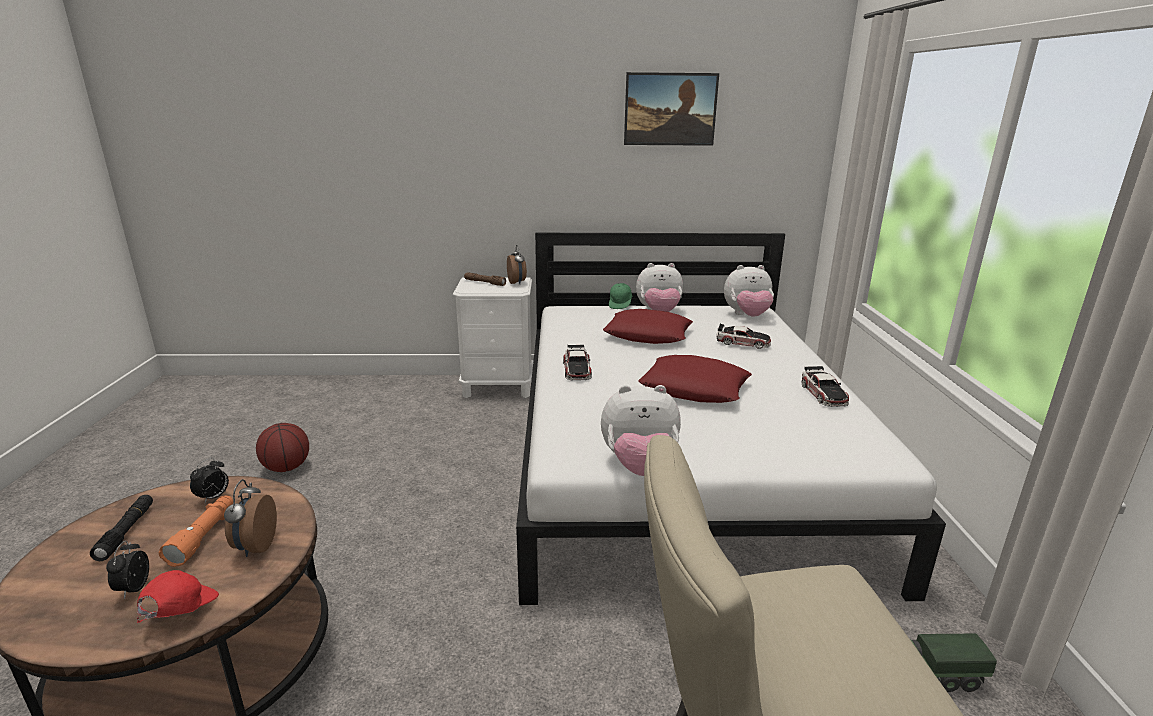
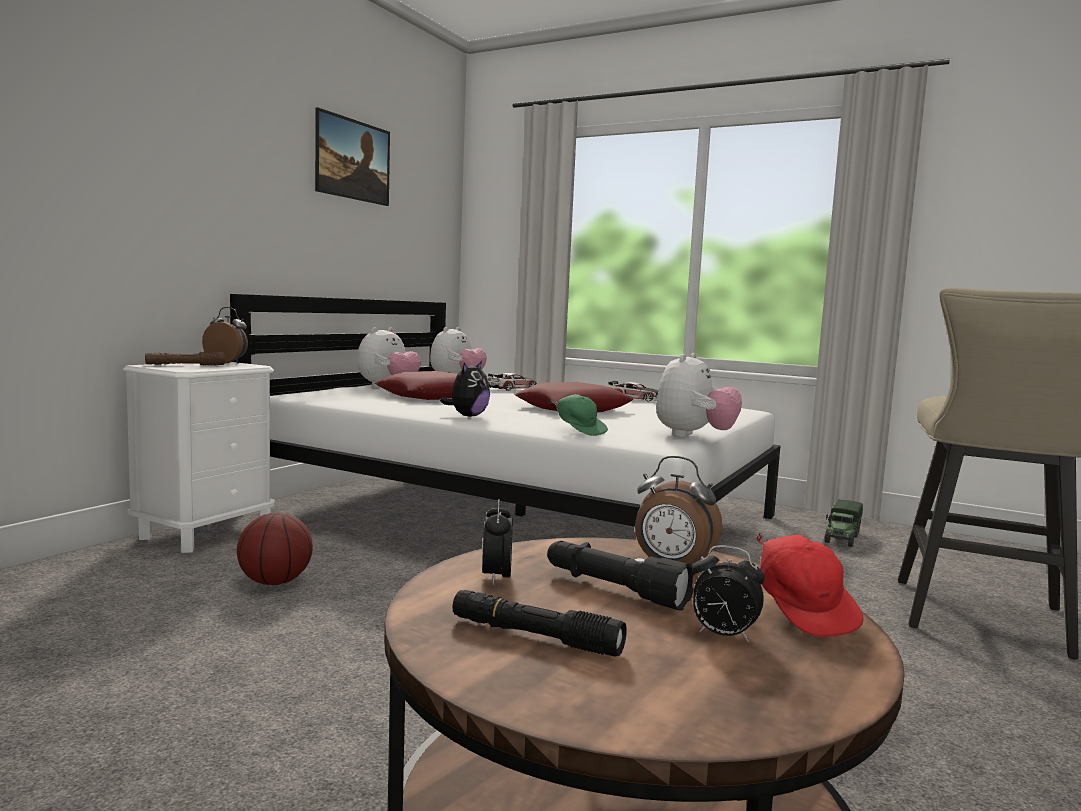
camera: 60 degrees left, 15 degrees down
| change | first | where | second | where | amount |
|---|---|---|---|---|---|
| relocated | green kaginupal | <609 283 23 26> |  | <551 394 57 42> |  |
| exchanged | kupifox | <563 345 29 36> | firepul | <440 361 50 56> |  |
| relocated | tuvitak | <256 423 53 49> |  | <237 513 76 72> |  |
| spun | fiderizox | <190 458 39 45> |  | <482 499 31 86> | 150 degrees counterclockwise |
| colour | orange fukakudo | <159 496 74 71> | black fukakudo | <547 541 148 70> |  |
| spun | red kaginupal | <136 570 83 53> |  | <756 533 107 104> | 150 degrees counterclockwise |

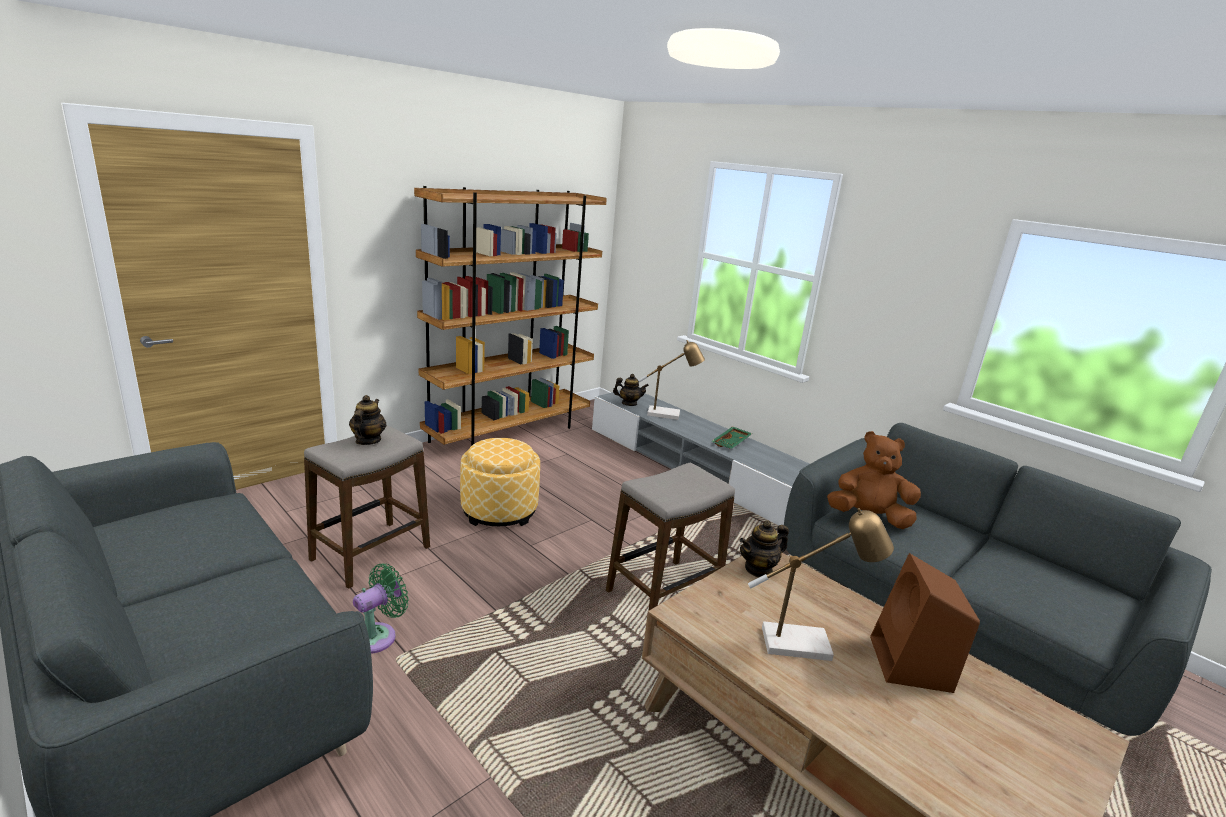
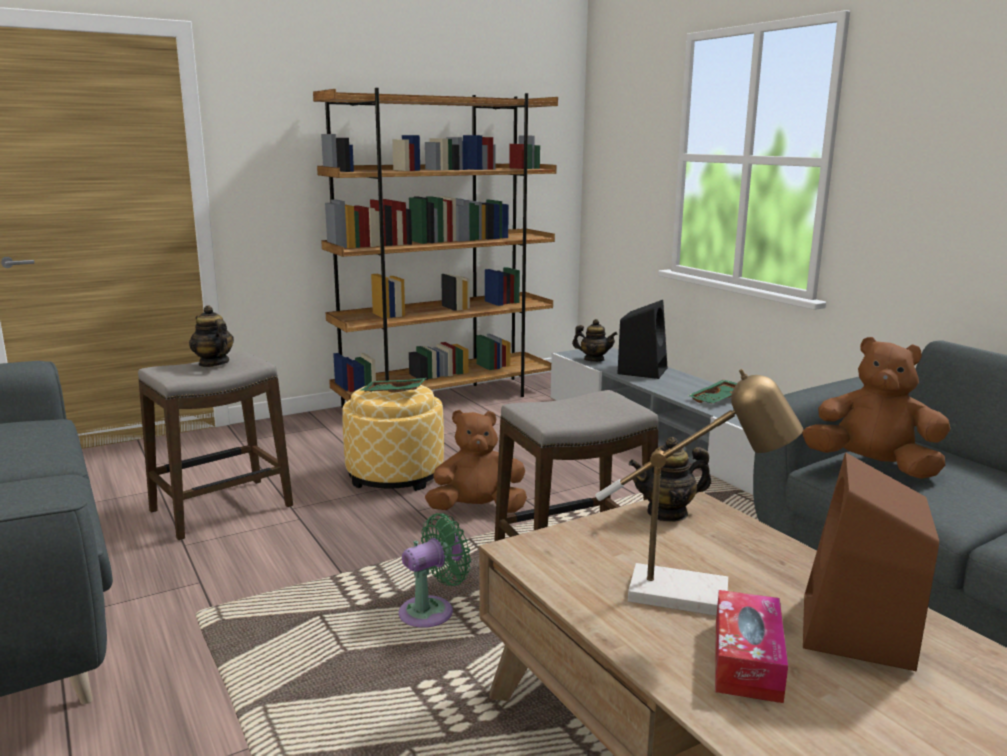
camera: 15 degrees right, 5 degrees down
| change | first | where | second | where | amount |
|---|---|---|---|---|---|
| exchanged | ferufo | <638 340 67 80> | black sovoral | <617 300 50 79> |  |
| spun | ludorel | <349 395 38 50> |  | <189 305 45 62> | 60 degrees counterclockwise |
| relocated | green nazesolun | <353 563 56 91> |  | <399 513 72 115> |  |
| appeared |  |  | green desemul | <359 378 68 15> |  |
| appeared |  |  | brown firepul | <425 410 102 103> |  |
| appeared |  |  | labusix | <715 590 73 113> |  |

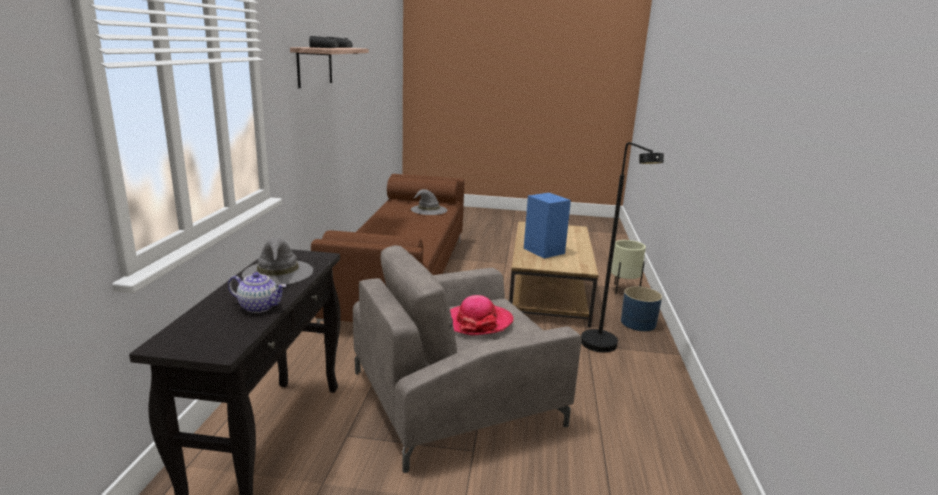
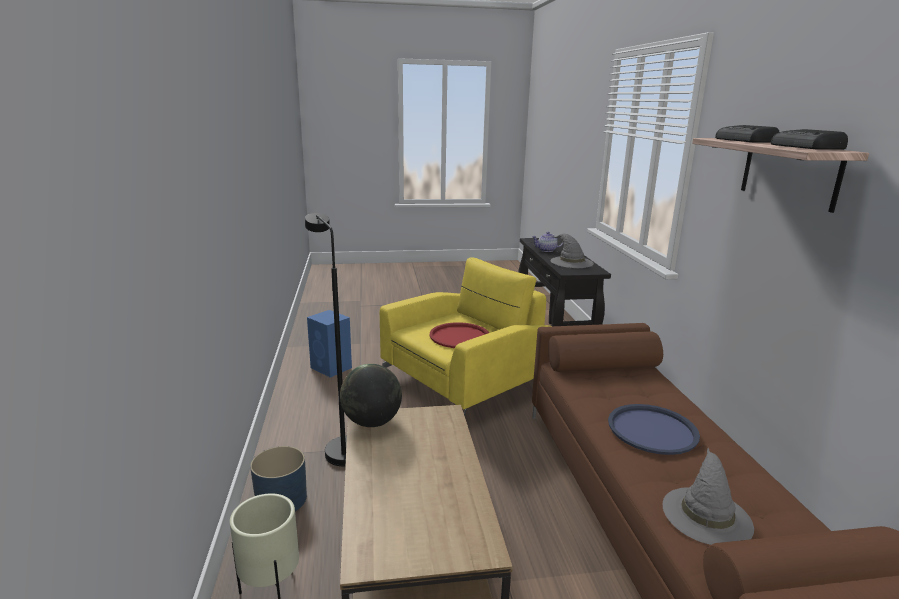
camera: 165 degrees right, 0 degrees up
| change | first | where | second | where | amount |
|---|---|---|---|---|---|
| relocated | blue sovoral | <524 193 47 66> |  | <307 310 45 68> |  |
| colour | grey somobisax | <353 245 228 228> | yellow somobisax | <380 258 171 158> |  |
| exchanged | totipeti | <450 295 64 41> | red desemul | <430 322 59 26> |  |
| appeared |  |  | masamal | <340 364 62 63> |  |
| appeared |  |  | blue desemul | <608 404 92 51> |  |

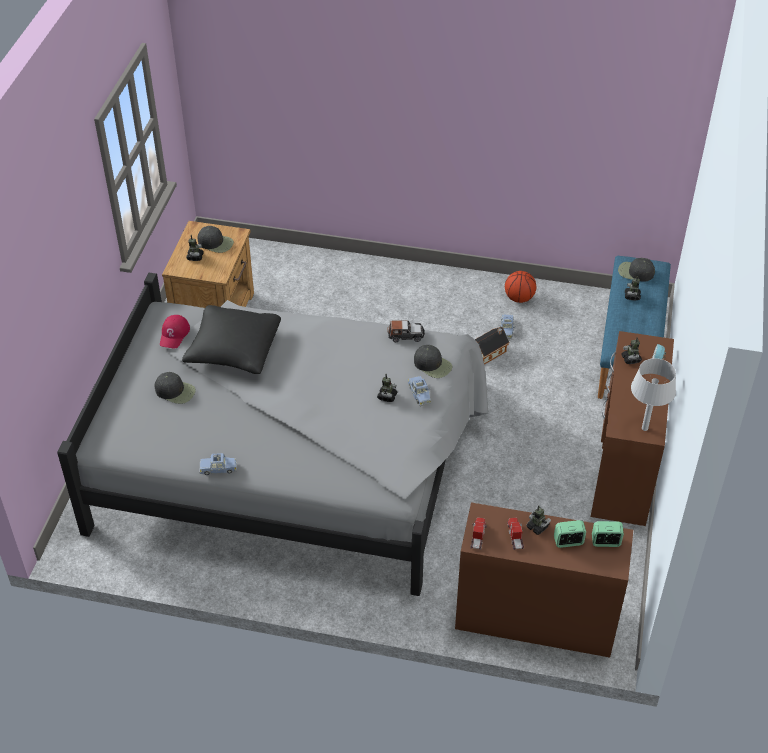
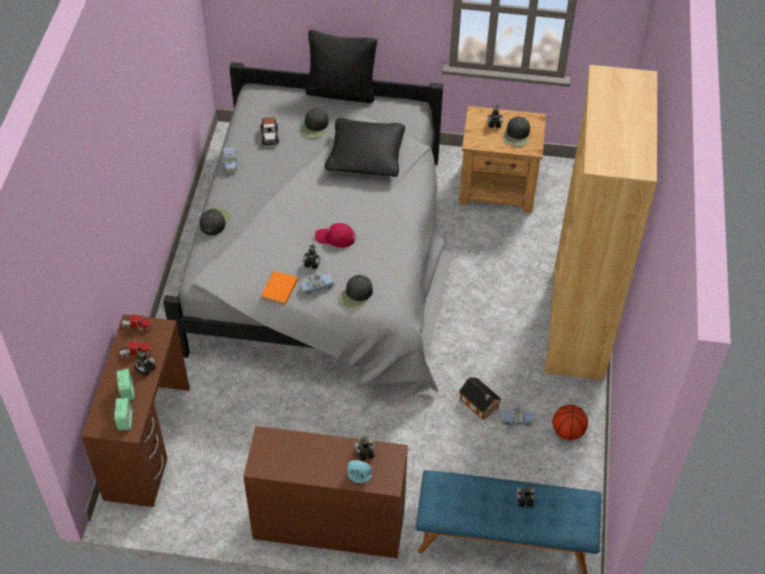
camera: 85 degrees right, 5 degrees up
| change | first | where | second | where | amount |
|---|---|---|---|---|---|
| relocated | black kaginupal | <618 258 37 24> |  | <200 207 30 28> |  |
| relocated | red kaginupal | <160 315 30 34> |  | <315 223 41 25> |  |
| relocated | kupifox | <387 320 38 22> |  | <261 117 18 29> |  |
| missing | grey ferufo | <631 358 45 73> |  |  |  |
| appeared |  |  | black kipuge | <306 30 71 73> |  |
| appeared |  |  | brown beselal | <544 65 113 315> |  |
| appeared |  |  | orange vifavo | <261 271 37 34> |  |

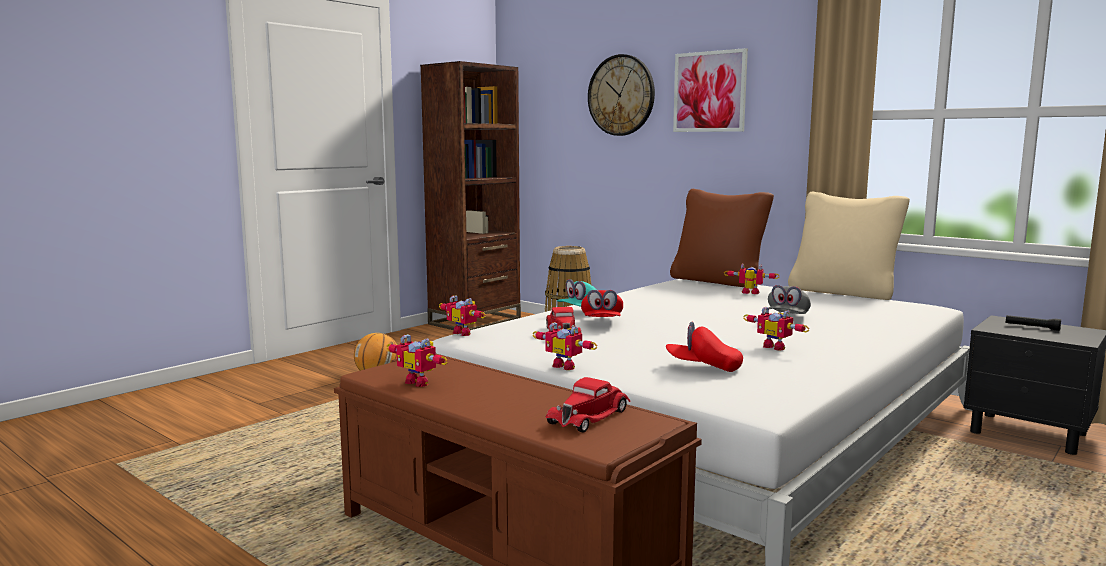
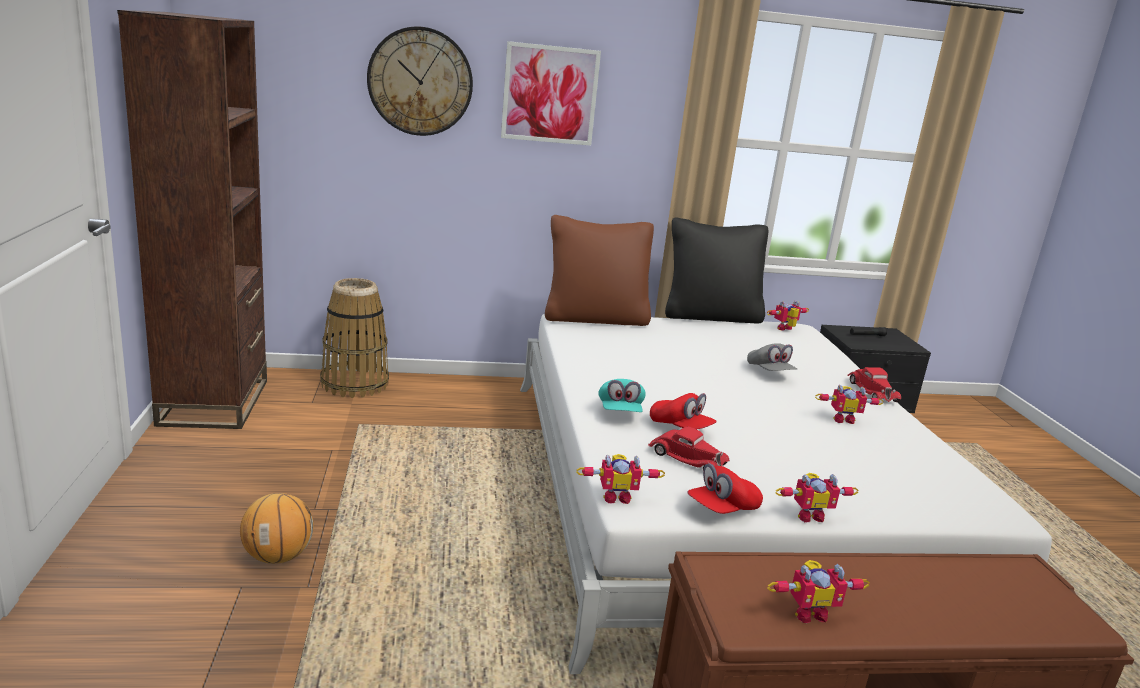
camera: 50 degrees left, 10 degrees up
| change | first | where | second | where | amount |
|---|---|---|---|---|---|
| colour | beige kipuge | <788 192 122 108> | black kipuge | <665 217 103 106> |  |
| relocated | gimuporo | <724 263 56 31> |  | <767 300 42 31> |  |
| relocated | red kaginupal | <666 322 77 50> |  | <687 463 76 51> |  |
| relocated | red kupifox | <546 377 85 56> |  | <847 367 54 35> |  |

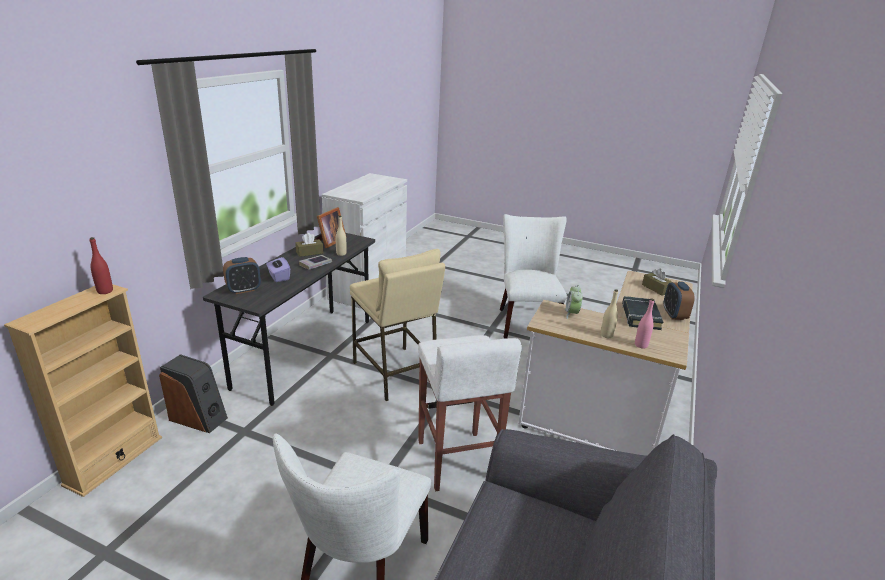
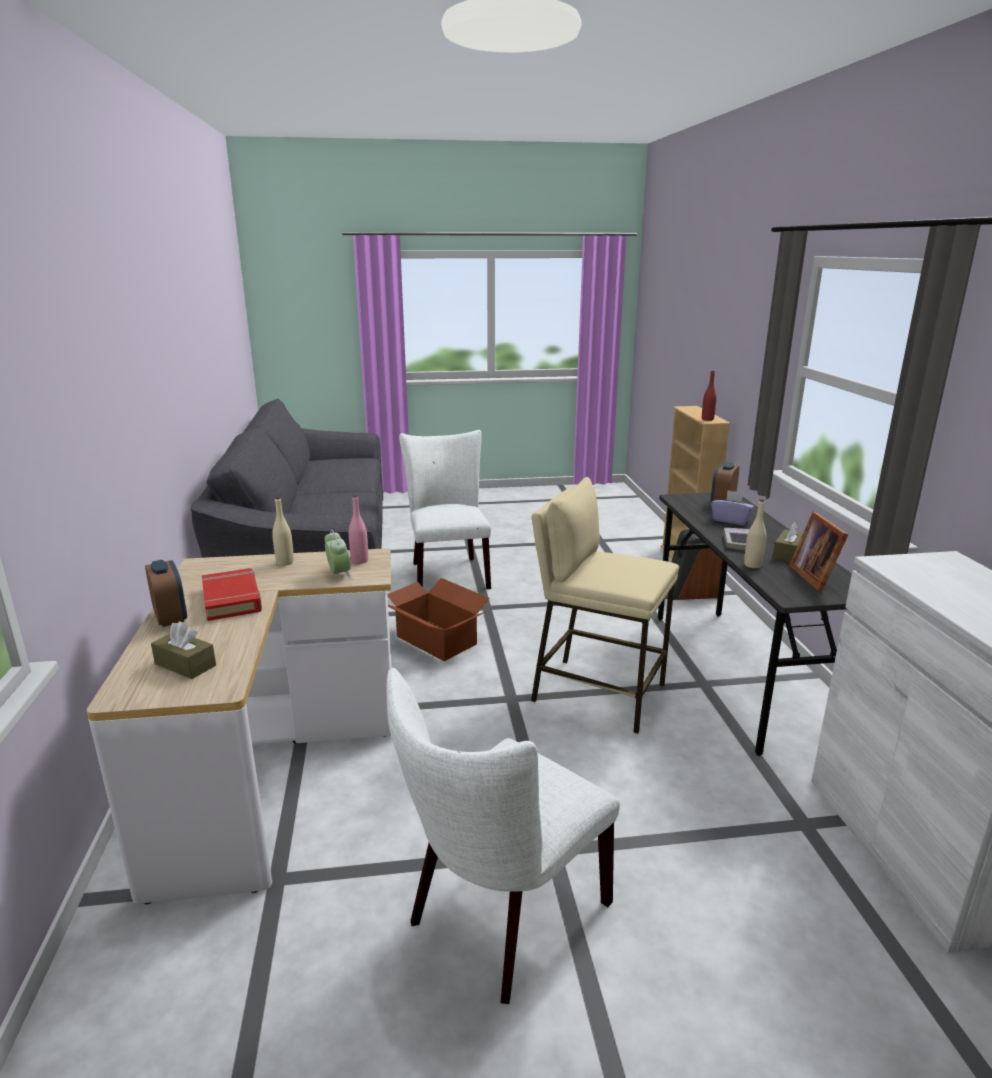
camera: 150 degrees right, 5 degrees down
| change | first | where | second | where | amount |
|---|---|---|---|---|---|
| spun | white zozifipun | <500 214 67 125> |  | <387 668 233 336> | 75 degrees clockwise |
| colour | black vifavo | <622 296 41 34> | red vifavo | <202 568 60 53> |  |
| relocated | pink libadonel | <635 299 19 50> |  | <349 495 19 69> |  |
| exchanged | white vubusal | <418 335 104 156> | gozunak | <387 578 102 83> |  |

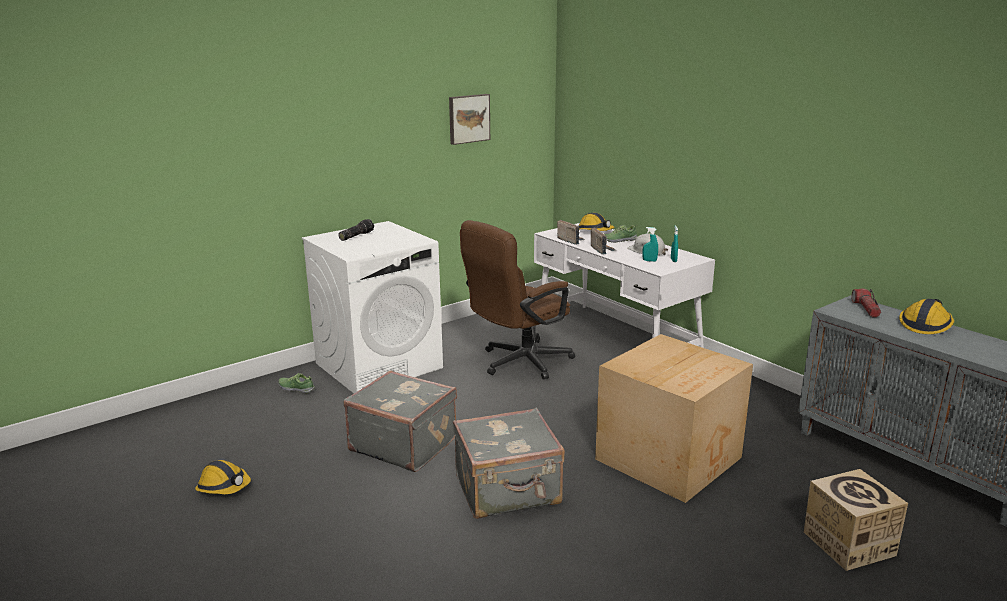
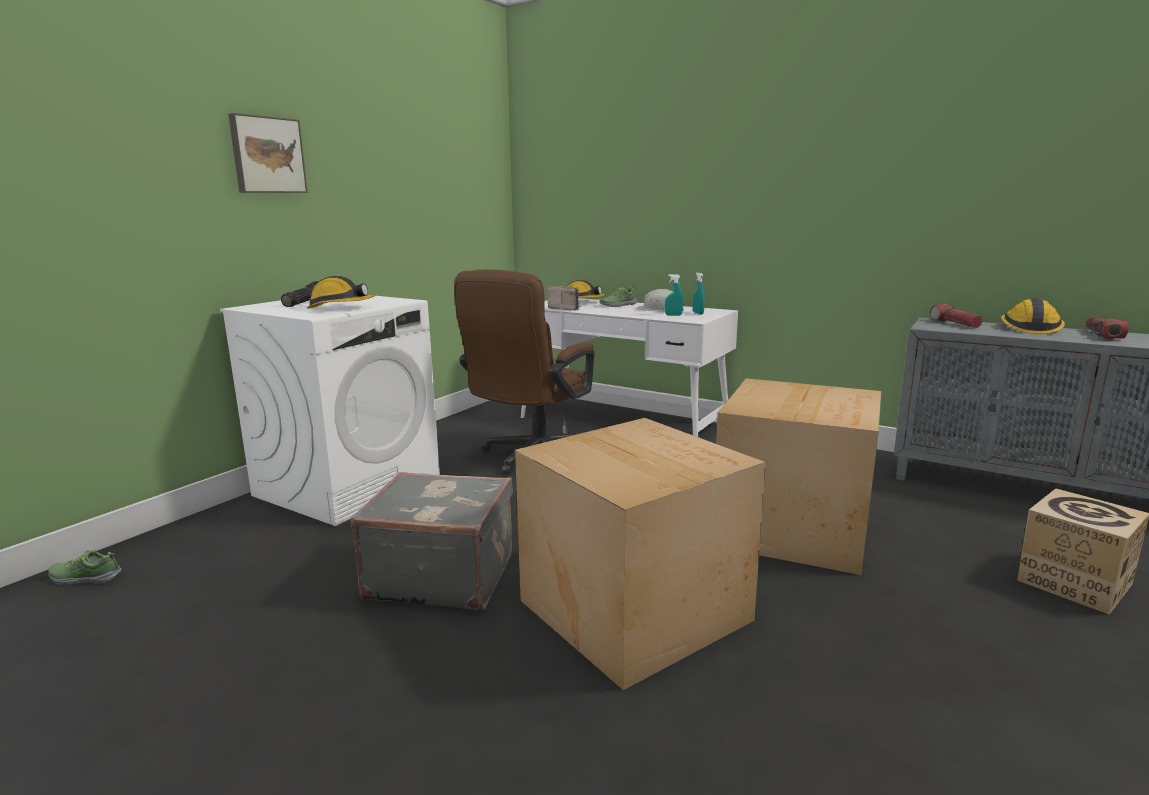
camera: 20 degrees left, 5 degrees down
| change | first | where | second | where | amount |
|---|---|---|---|---|---|
| relocated | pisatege | <449 94 41 51> |  | <228 113 80 80> |  |
| missing | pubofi | <591 227 25 28> |  |  |  |
| relocated | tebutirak | <279 373 36 21> |  | <48 550 74 35> |  |
| exchanged | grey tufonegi | <453 408 112 111> | gozunak | <515 418 251 272> |  |
| relocated | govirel | <195 460 56 34> |  | <307 276 68 33> |  |
| appeared |  |  | fukakudo | <1085 316 44 23> |  |

